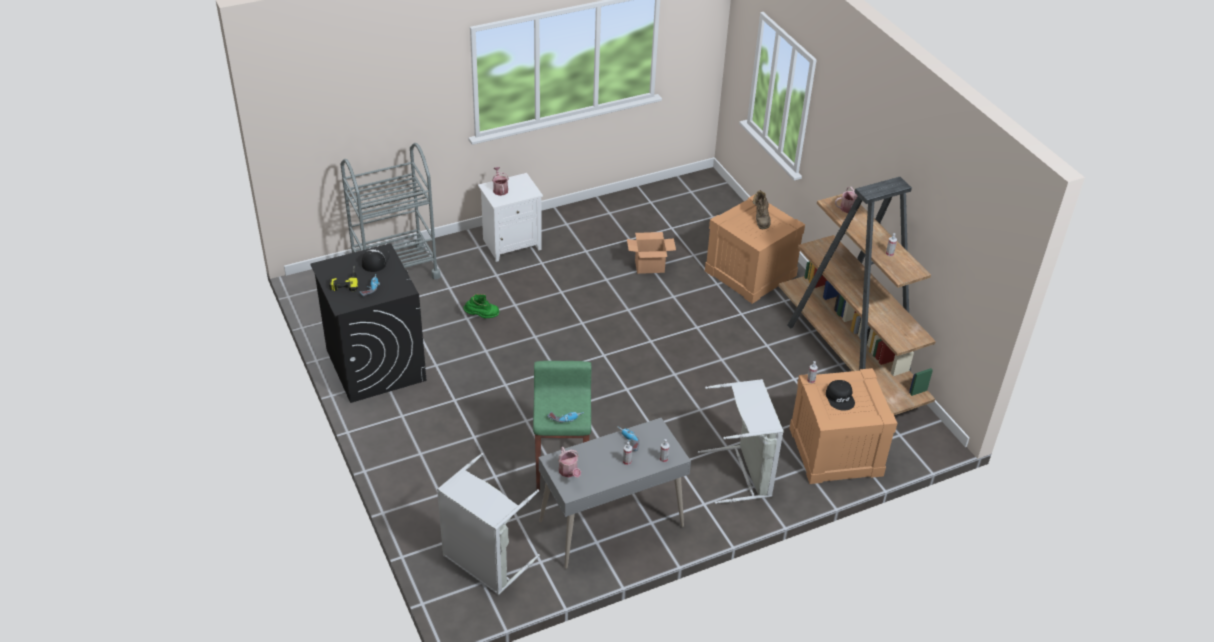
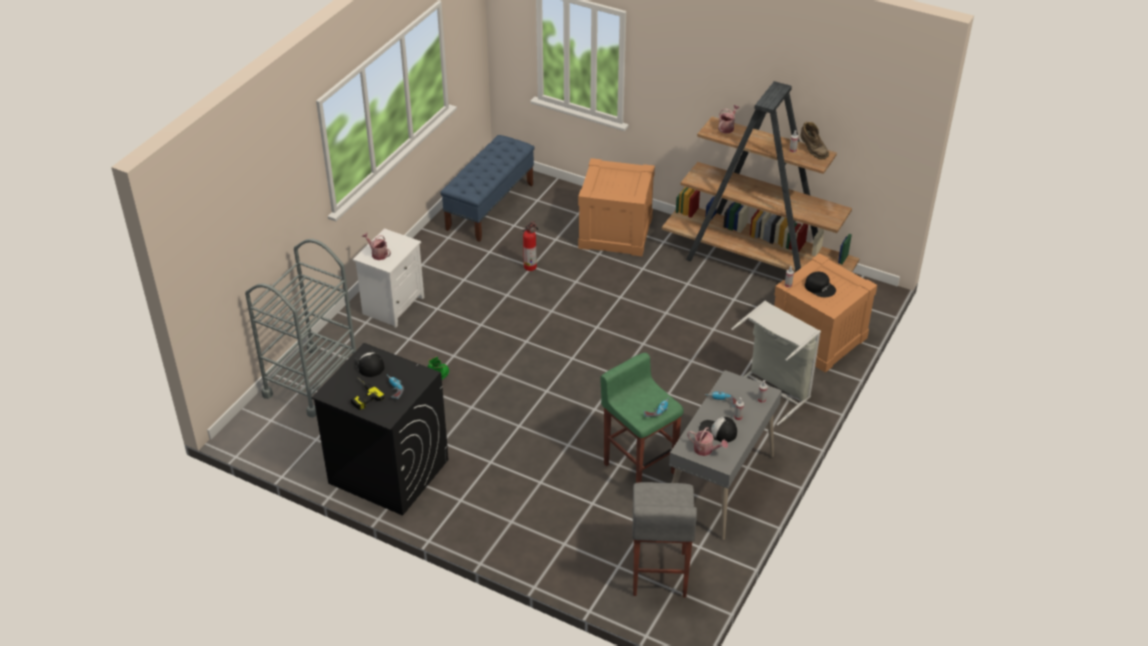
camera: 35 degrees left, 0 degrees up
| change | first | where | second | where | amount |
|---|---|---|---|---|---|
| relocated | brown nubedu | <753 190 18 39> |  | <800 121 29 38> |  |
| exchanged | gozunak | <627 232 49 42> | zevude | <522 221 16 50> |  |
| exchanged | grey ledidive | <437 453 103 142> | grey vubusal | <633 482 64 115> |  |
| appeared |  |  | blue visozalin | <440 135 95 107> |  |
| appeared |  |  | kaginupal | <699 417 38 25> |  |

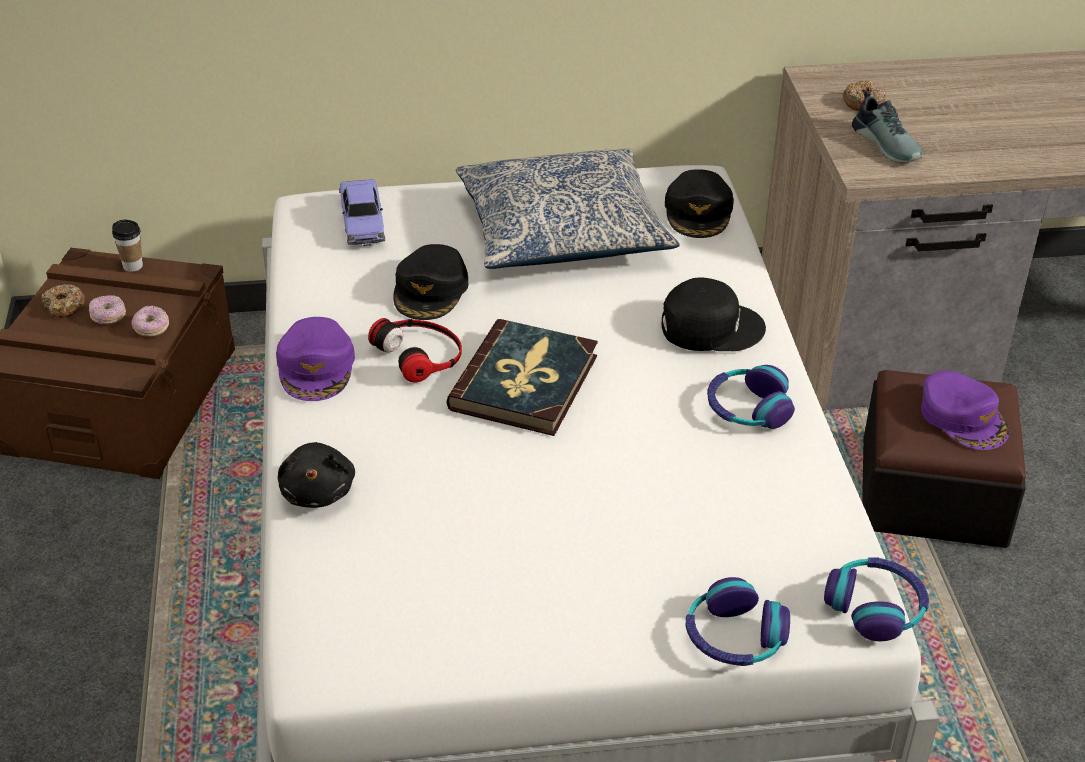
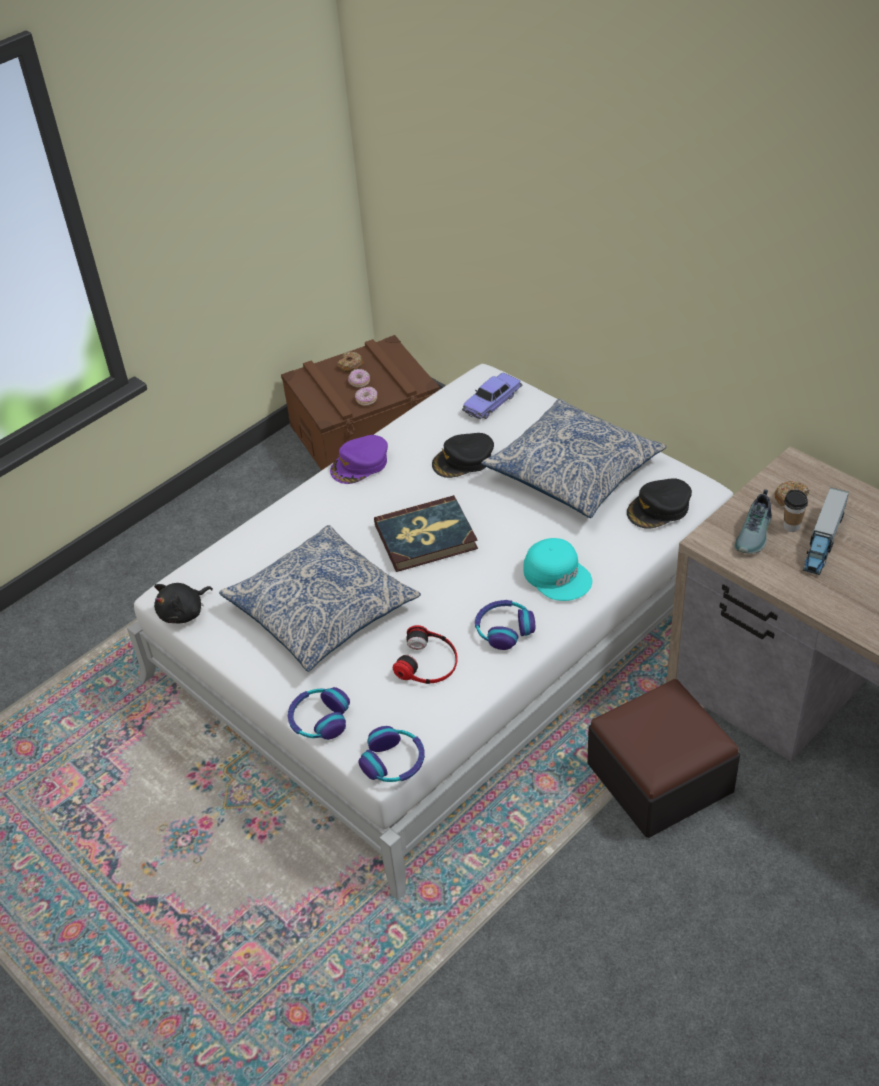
camera: 55 degrees right, 5 degrees up
| change | first | where | second | where | amount |
|---|---|---|---|---|---|
| relocated | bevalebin | <112 220 31 52> |  | <784 489 24 43> |  |
| colour | black kaginupal | <662 278 104 73> | turquoise kaginupal | <523 538 69 63> |  |
| relocated | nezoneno | <368 318 94 64> |  | <393 625 65 59> |  |
| missing | purple kaginupal | <921 371 88 79> |  |  |  |
| relocated | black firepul | <278 442 77 66> |  | <154 583 59 40> |  |
| appeared |  |  | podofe | <803 487 46 88> |  |
| appeared |  |  | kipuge | <219 525 202 147> |  |

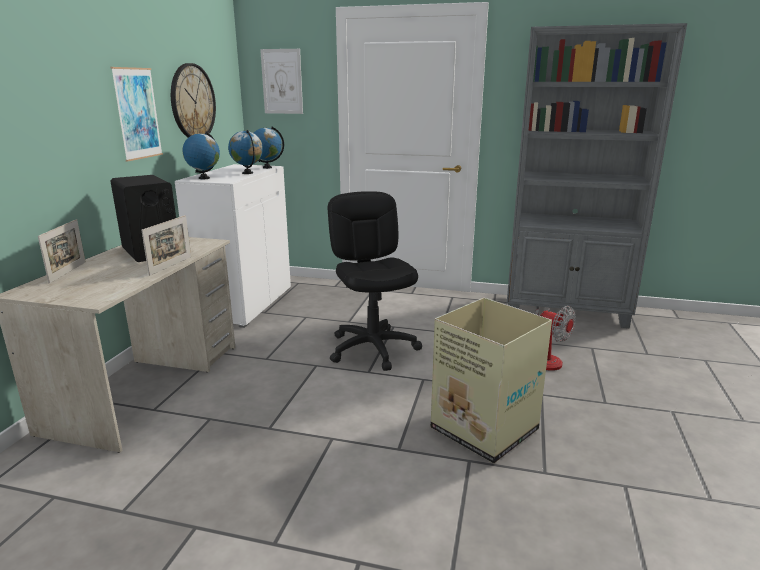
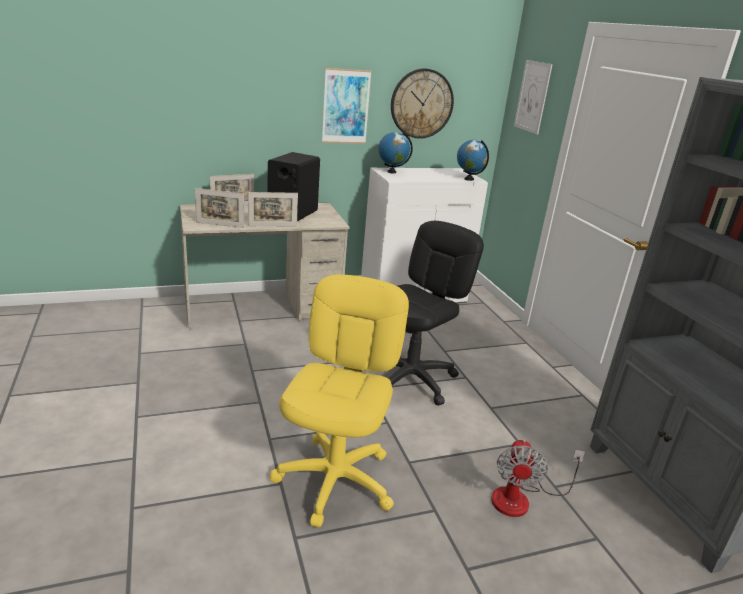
camera: 55 degrees right, 5 degrees up
| change | first | where | second | where | amount |
|---|---|---|---|---|---|
| missing | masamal | <228 130 35 44> |  |  |  |
| exchanged | gozunak | <431 298 121 166> | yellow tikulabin | <270 275 139 253> |  |
| appeared |  |  | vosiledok | <195 188 49 40> |  |

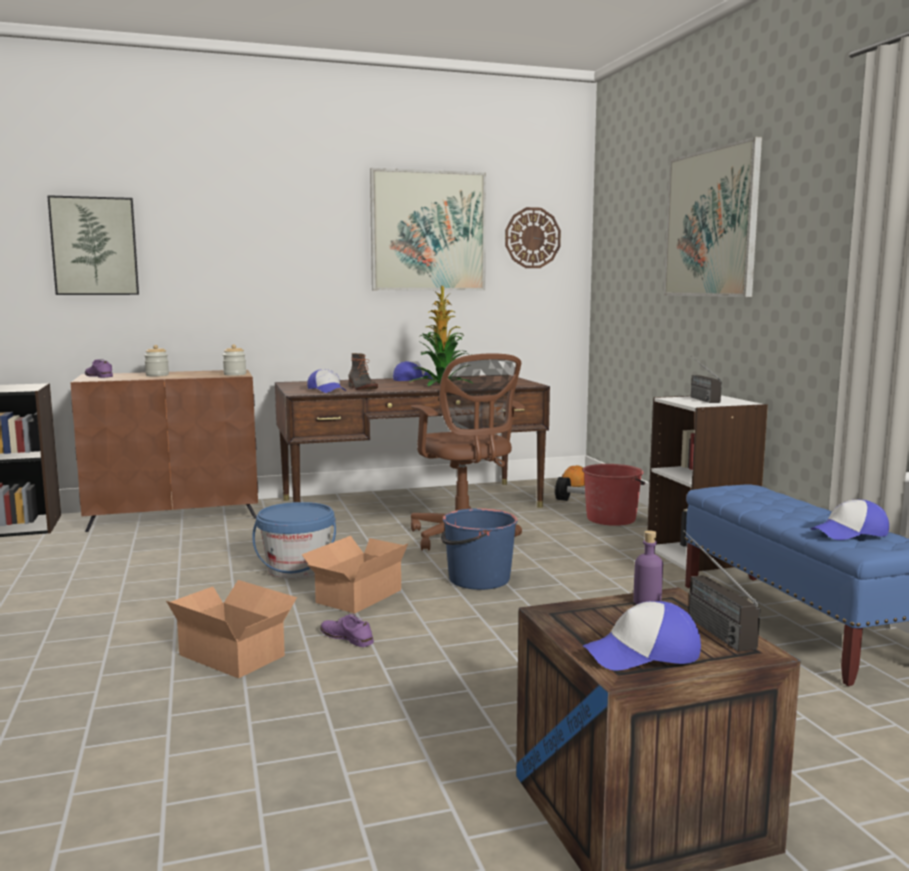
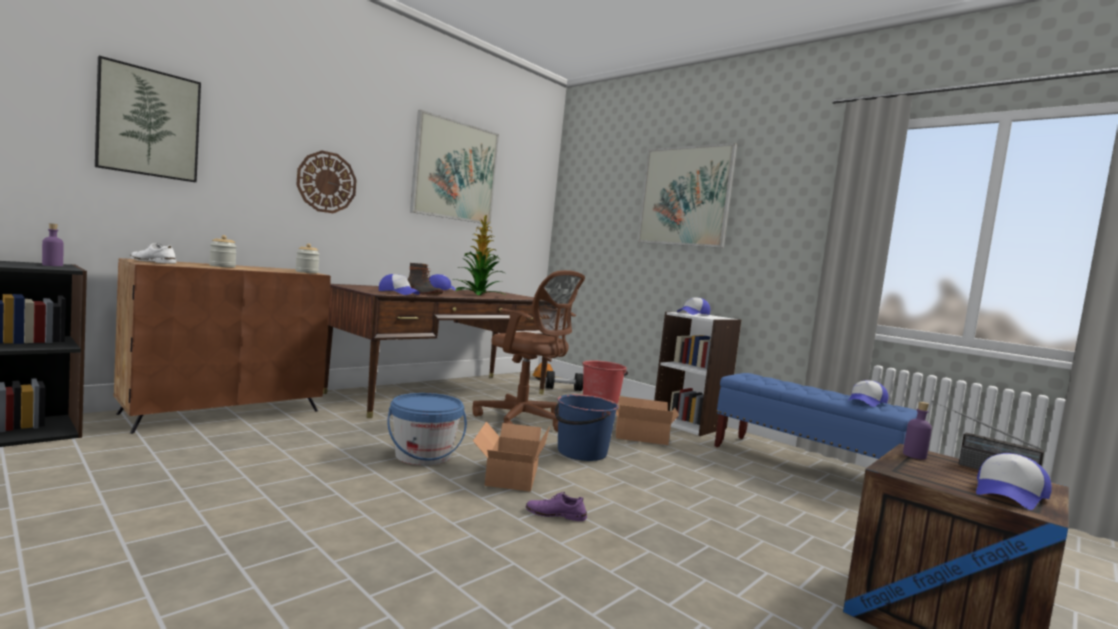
camera: 30 degrees left, 5 degrees down
| change | first | where | second | where | amount |
|---|---|---|---|---|---|
| relocated | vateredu | <505 207 56 61> |  | <296 150 61 63> |  |
| exchanged | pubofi | <691 356 31 47> | kaginupal | <677 298 33 17> |  |
| colour | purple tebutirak | <85 359 28 19> | white tebutirak | <130 243 46 20> |  |
| relocated | gozunak | <166 580 131 98> |  | <616 396 63 49> |  |
| appeared |  |  | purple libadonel | <42 223 22 43> |  |

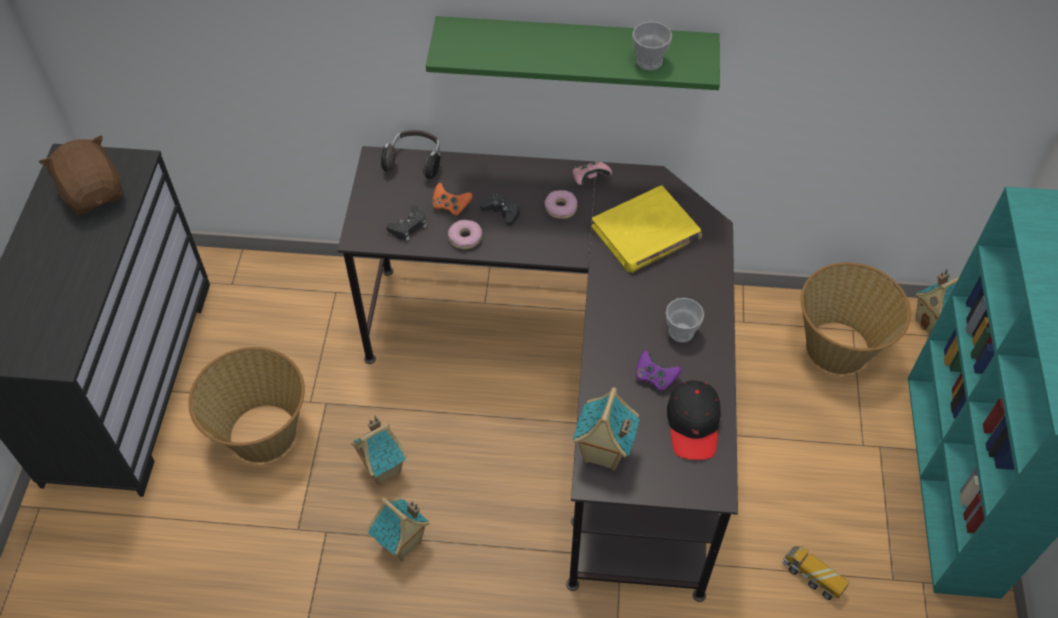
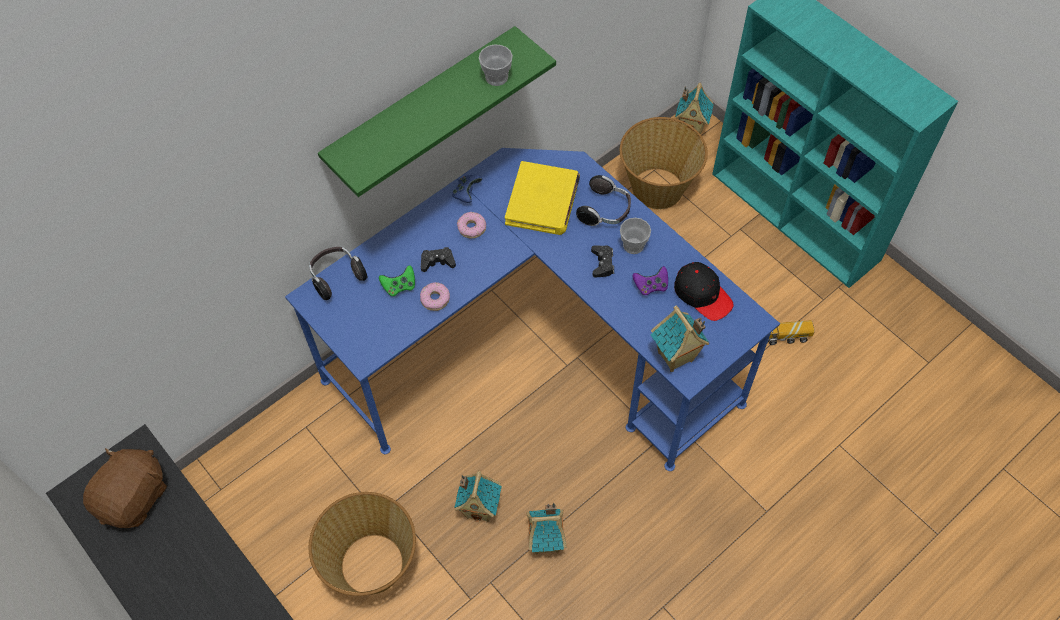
camera: 45 degrees left, 5 degrees up
| change | first | where | second | where | amount |
|---|---|---|---|---|---|
| spun | brown firepul | <39 135 84 81> |  | <83 448 84 80> | 105 degrees clockwise |
| colour | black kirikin | <338 146 400 456> | blue kirikin | <285 148 495 323> |  |
| colour | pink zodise | <573 161 39 24> | blue zodise | <452 175 30 28> |  |
| colour | orange zodise | <433 183 39 33> | green zodise | <379 265 36 31> |  |
| relocated | black zodise | <386 205 41 36> |  | <591 245 23 33> |  |
| appeared |  |  | nezoneno | <576 175 55 51> |  |

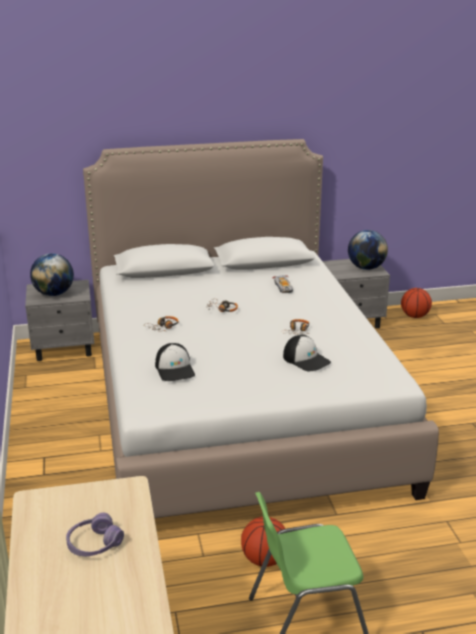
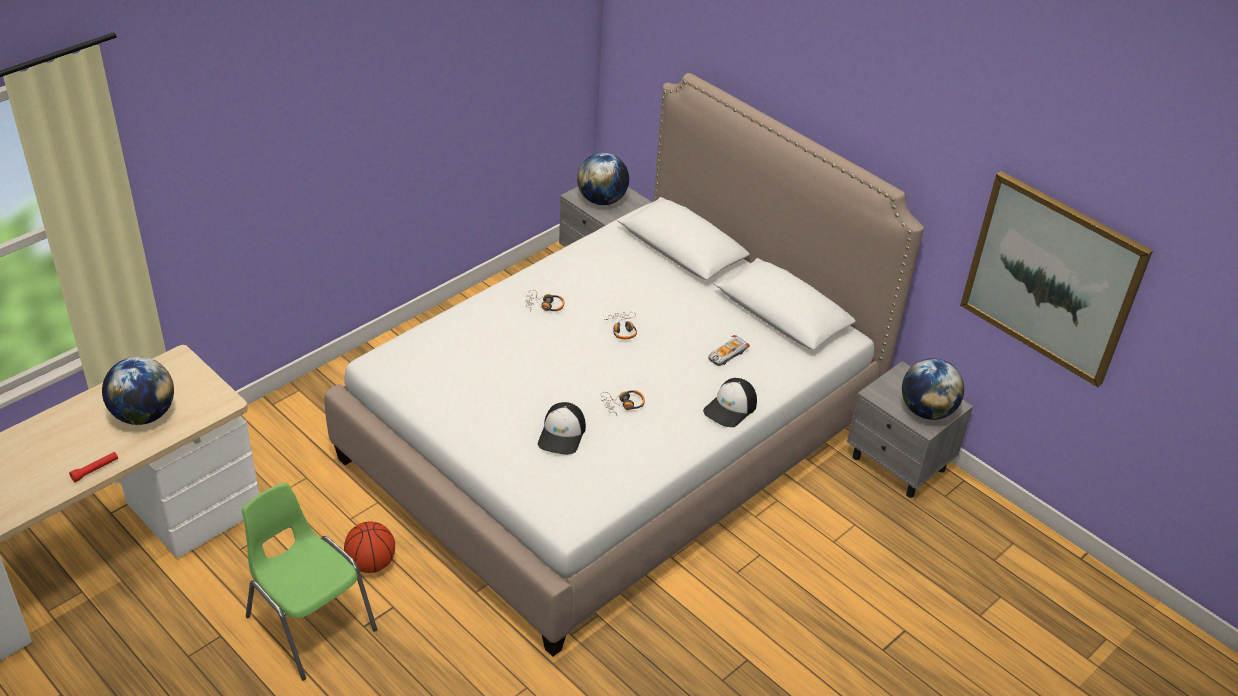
camera: 55 degrees right, 15 degrees up
| change | first | where | second | where | amount |
|---|---|---|---|---|---|
| missing | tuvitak | <401 288 31 30> |  |  |  |
| relocated | kaginupal | <155 343 40 38> |  | <703 378 54 49> |  |
| exchanged | purple nezoneno | <66 513 58 43> | masamal | <102 357 72 68> |  |
| appeared |  |  | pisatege | <960 171 193 216> |  |
| appeared |  |  | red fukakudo | <69 452 49 30> |  |

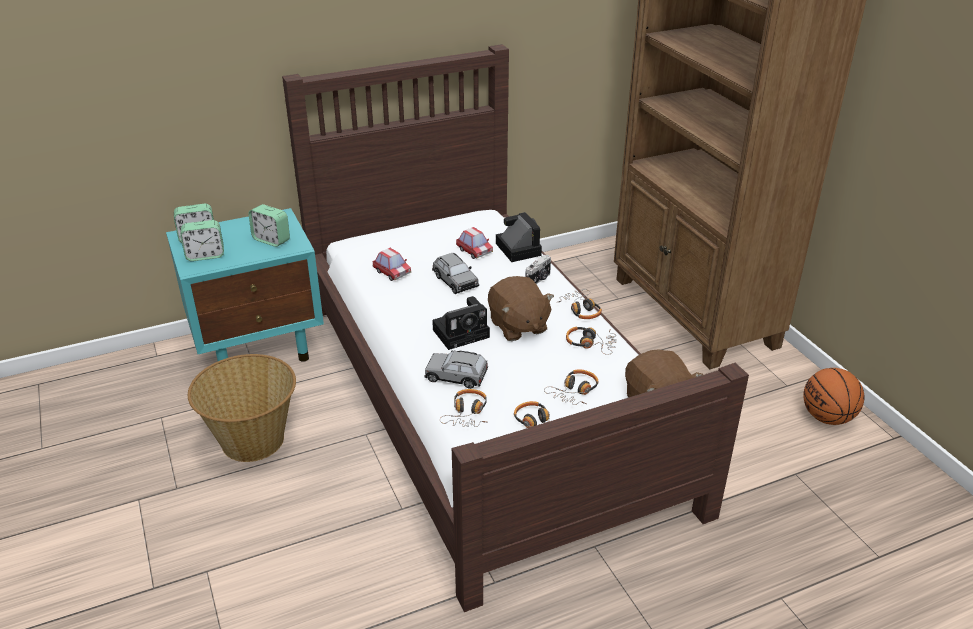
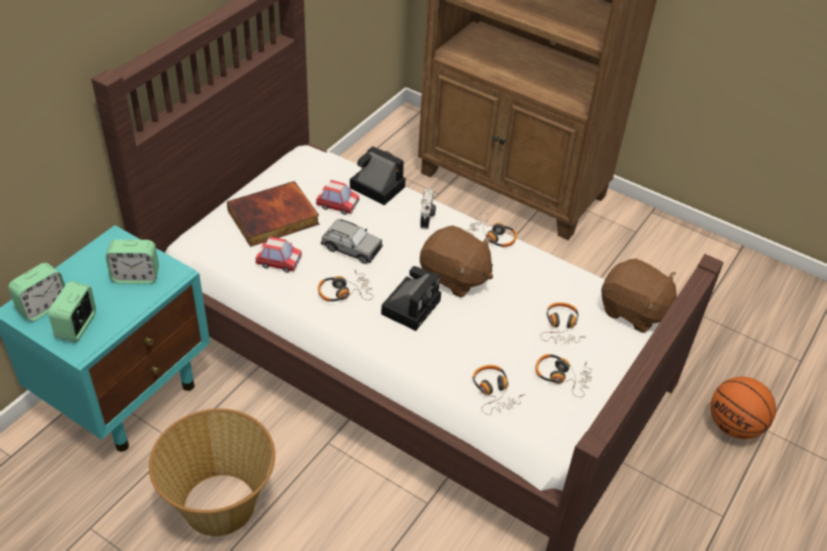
camera: 35 degrees left, 10 degrees up
| change | first | where | second | where | amount |
|---|---|---|---|---|---|
| spun | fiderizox | <180 220 44 41> |  | <49 281 47 61> | 150 degrees clockwise |
| relocated | nezoneno | <566 327 50 28> |  | <318 270 55 32> |  |
| missing | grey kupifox | <424 350 64 39> |  |  |  |
| relocated | tuvitak | <803 368 61 57> |  | <711 376 65 63> |  |
| appeared |  |  | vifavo | <227 181 93 66> |  |

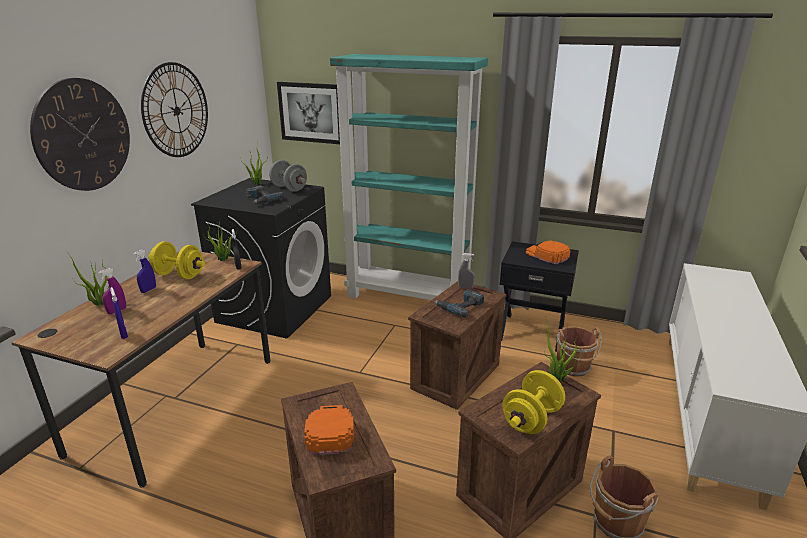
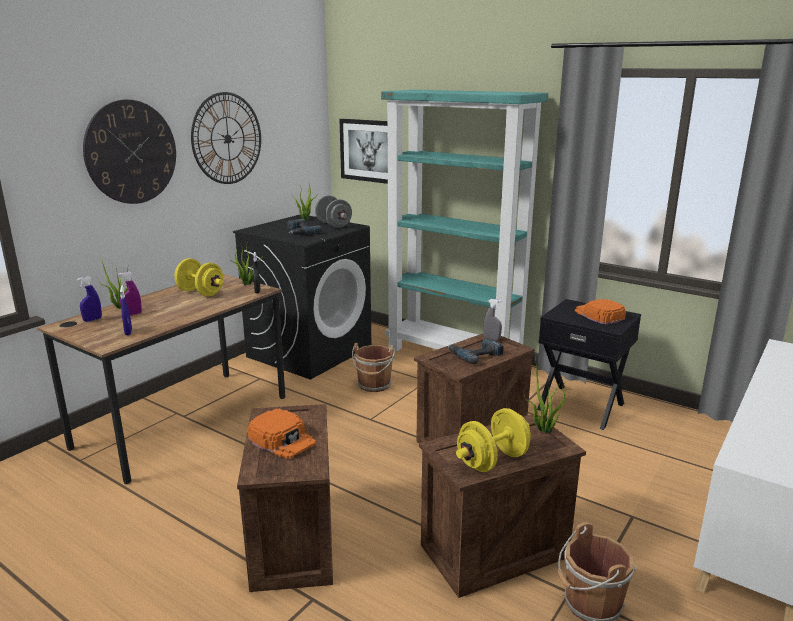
camera: 15 degrees right, 5 degrees down
| change | first | where | second | where | amount |
|---|---|---|---|---|---|
| relocated | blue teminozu | <133 250 23 43> |  | <77 276 25 46> |  |
| relocated | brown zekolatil | <557 326 45 51> |  | <352 343 43 49> |  |
| spun | orange kaginupal | <304 405 50 50> |  | <247 409 69 50> | 120 degrees clockwise |

